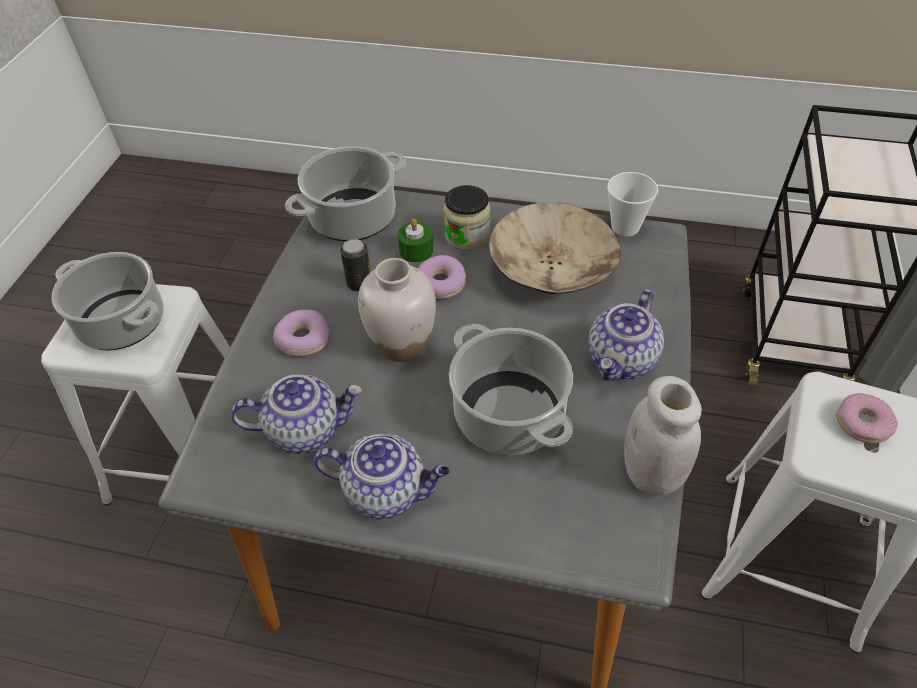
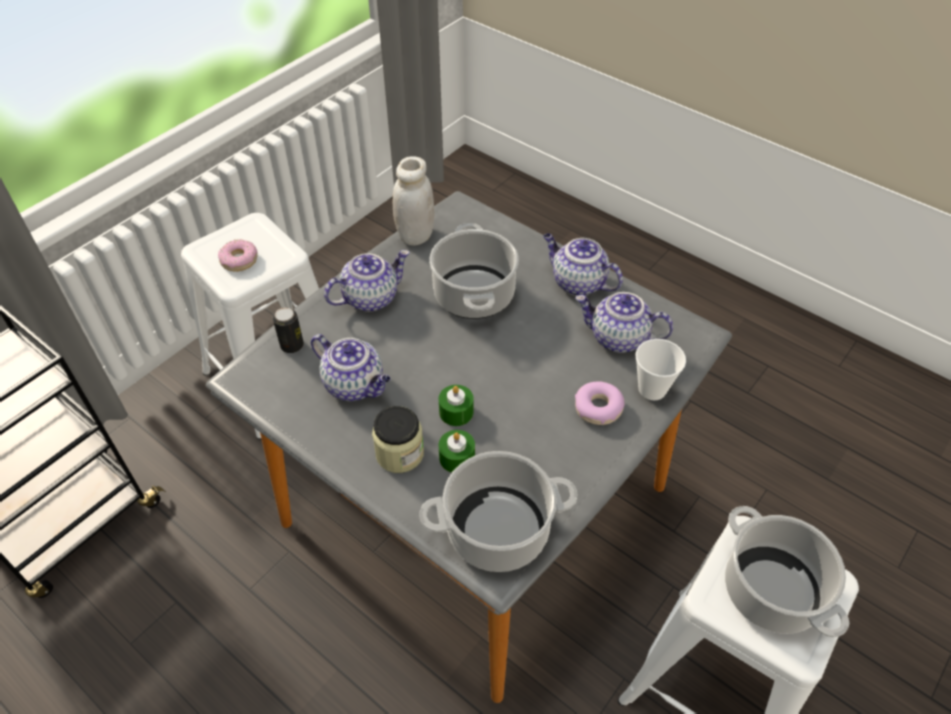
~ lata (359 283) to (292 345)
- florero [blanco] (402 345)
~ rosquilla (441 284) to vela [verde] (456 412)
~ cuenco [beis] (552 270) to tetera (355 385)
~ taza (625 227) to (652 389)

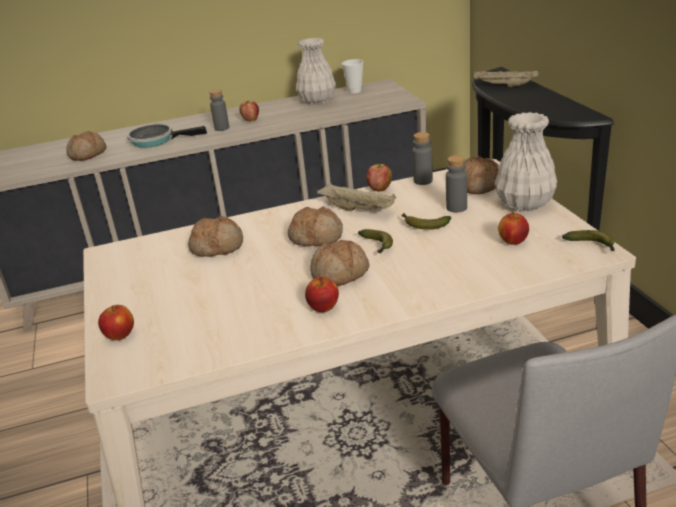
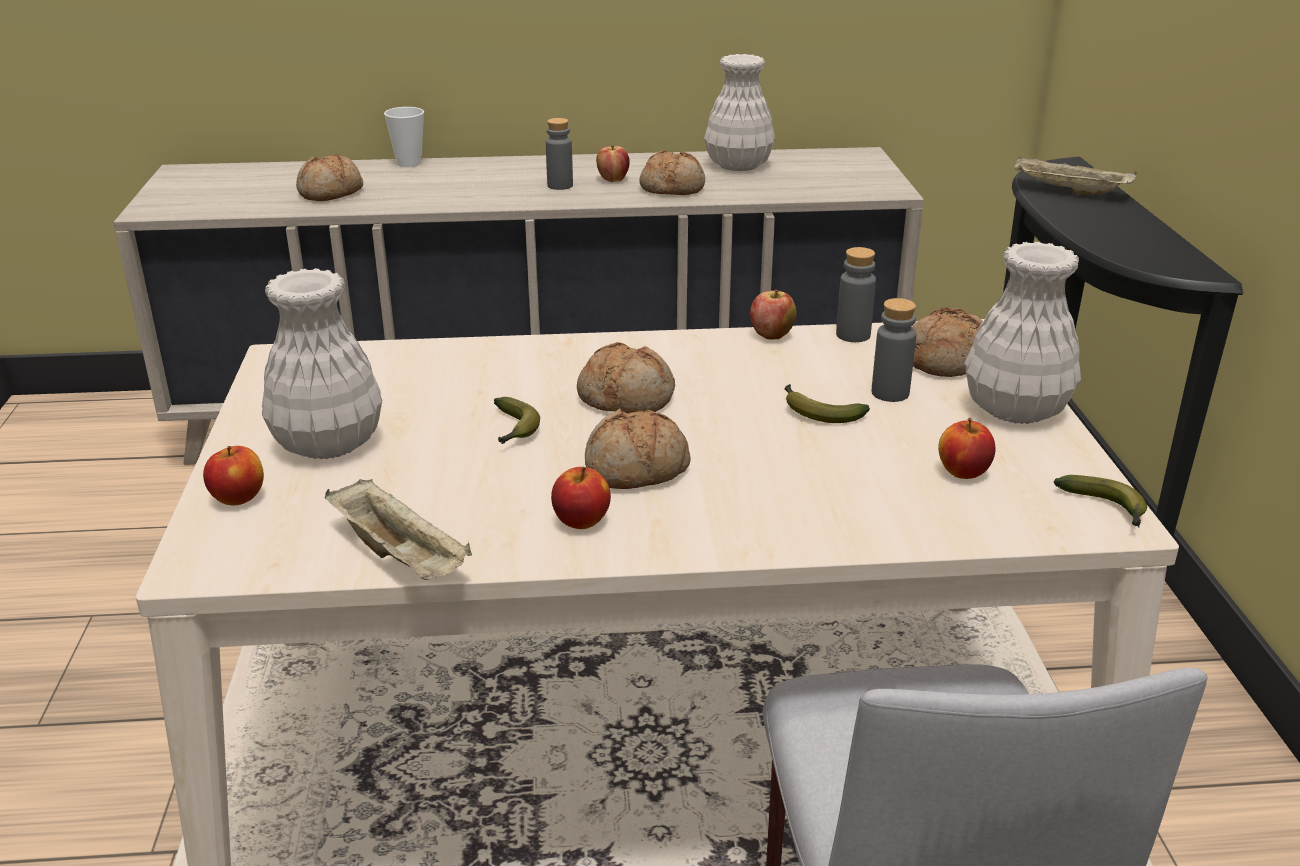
- sartén (156 140)
~ pan (217 246) to (673 188)
~ bandeja [beis] (358 209) to (401 556)
~ taza (354 91) to (409 163)
~ plátano (377 246) to (513 430)
+ florero [blanco] (328 444)

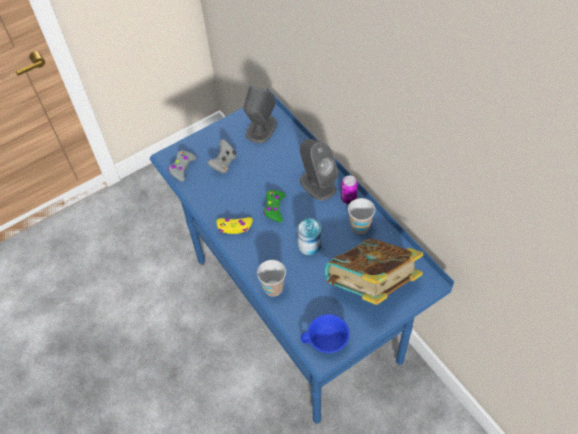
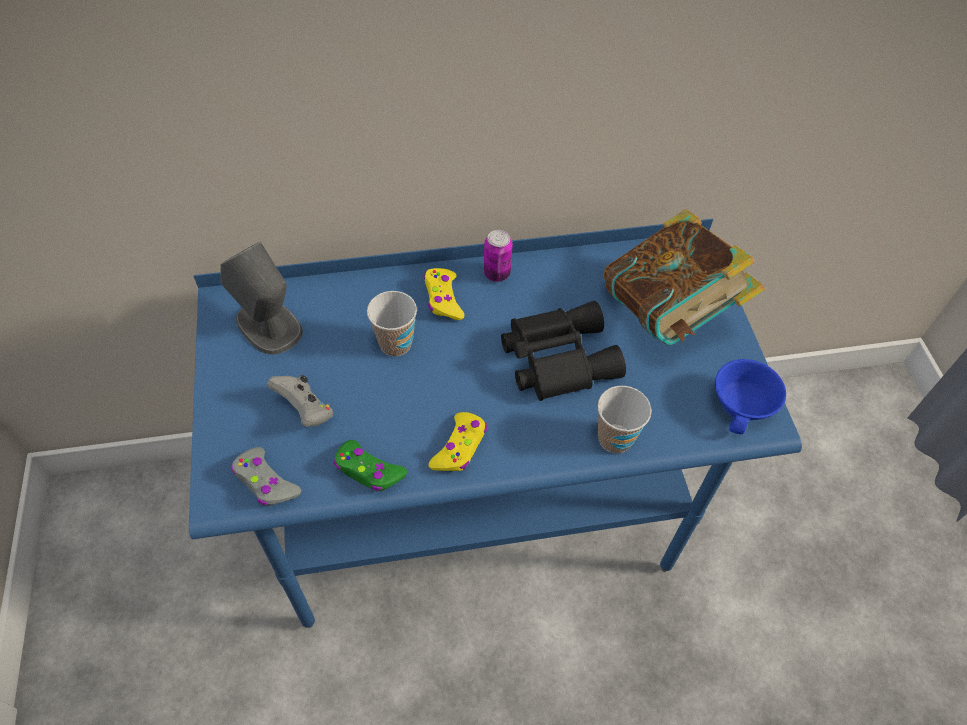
~ mando de consola [verde] (274 208) to (368 471)
~ lata (309 245) to prismáticos [negro] (556 357)
~ altavoz [gris] (317 184) to mando de consola [amarillo] (443 299)
~ taza (360 226) to (395 344)

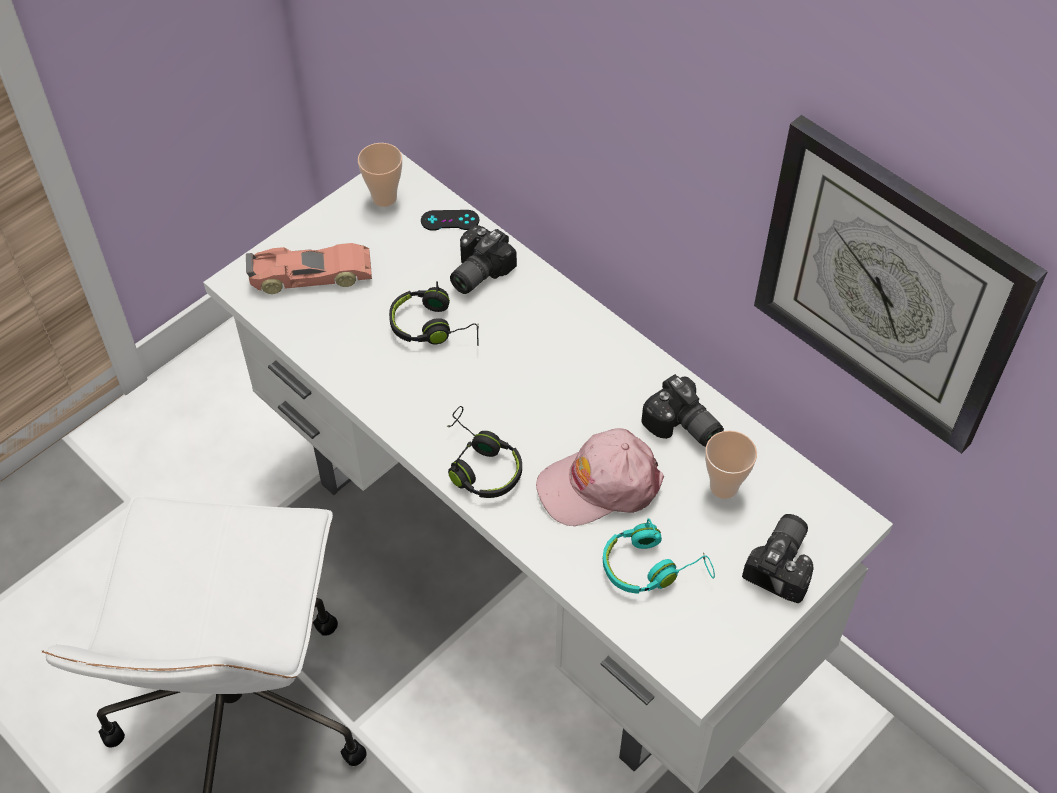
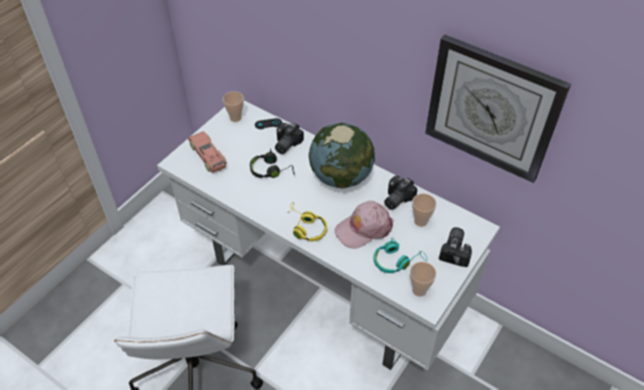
~ coche de juguete (311 275) = (208 155) 105 degrees counterclockwise
~ auriculares [negro] (479 464) to auriculares [amarillo] (306 227)
~ cámara (682 427) = (395 198) 90 degrees clockwise
+ globo terráqueo (341 177)
+ taza (419 290)

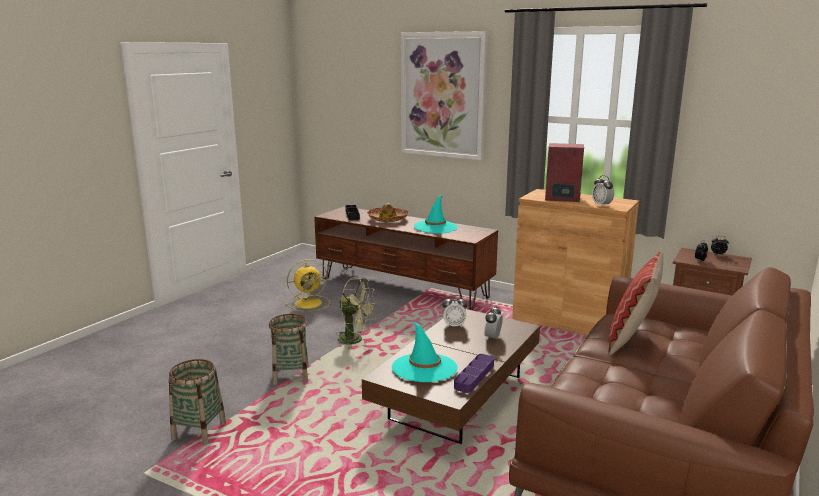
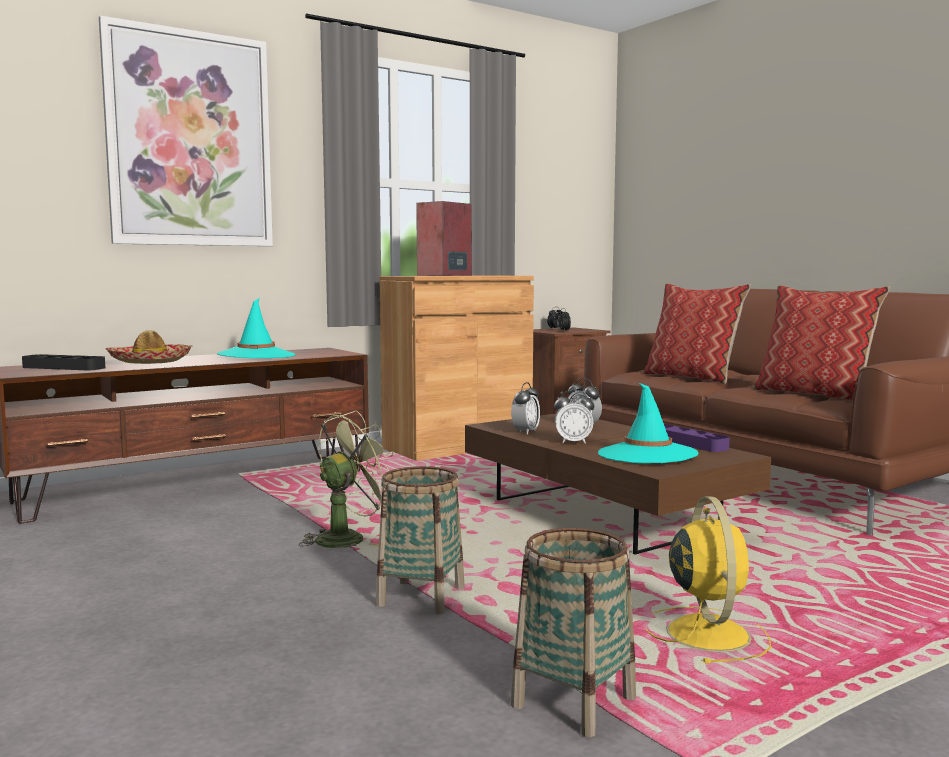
~ ventilador [amarillo] (310 303) to (706 632)
~ despertador (601 205) to (573 442)
+ cojín (814 394)

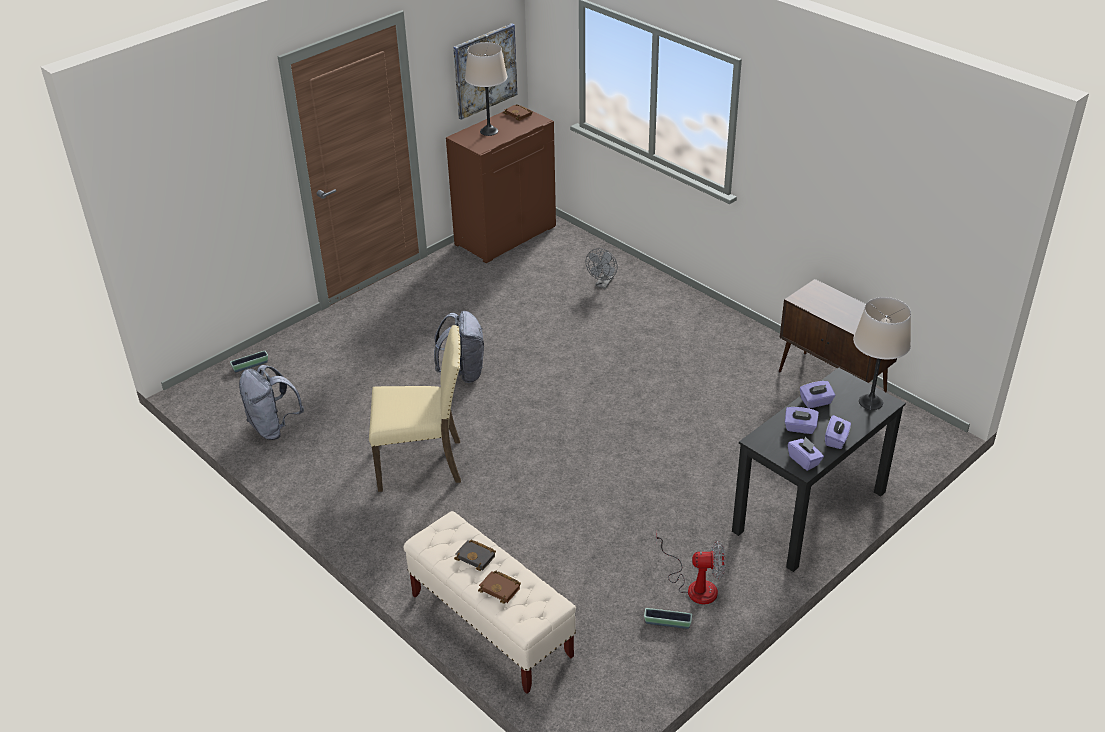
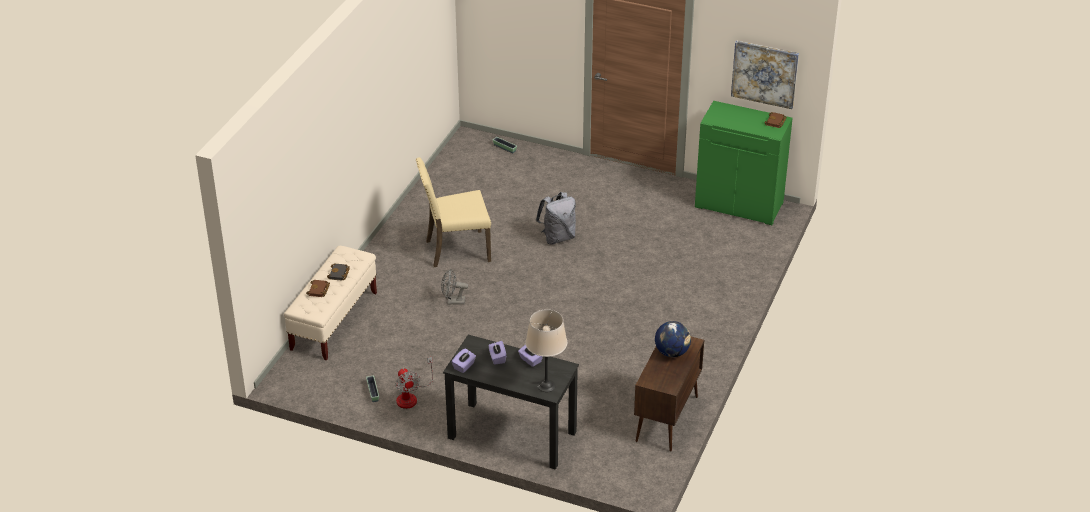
- mochila [gris] (274 427)
~ silla [beis] (422 463) = (456 250) 105 degrees clockwise
~ armario [marrón] (505 235) to armario [verde] (739 204)
- lámpara de mesa [beis] (489 131)
~ ventilador [gris] (603 284) to (453 301)
- caja de pañuelos [morado] (836 440)
+ globo terráqueo (672 352)

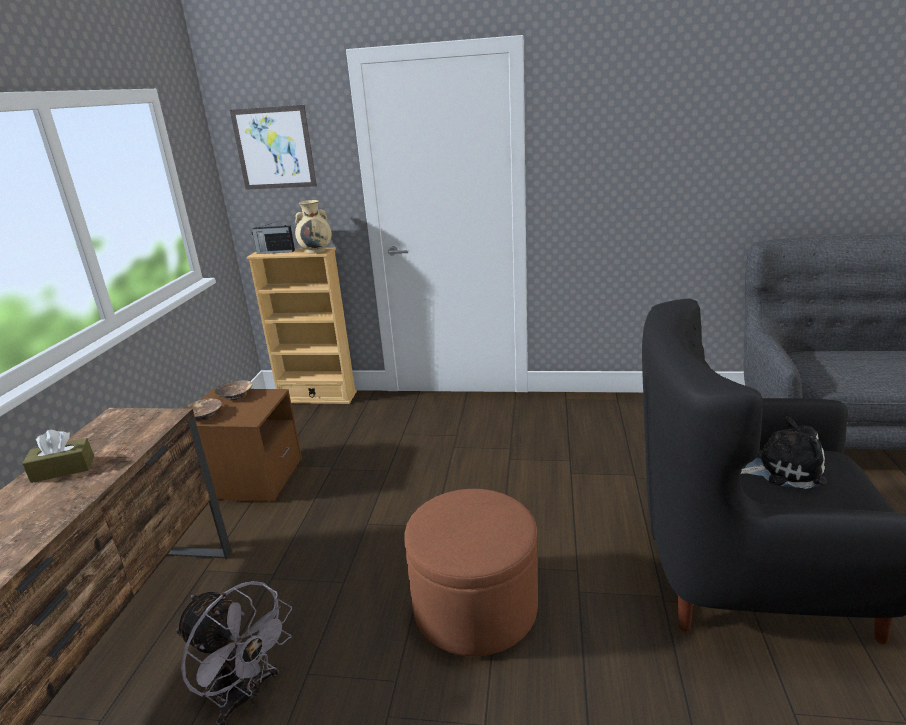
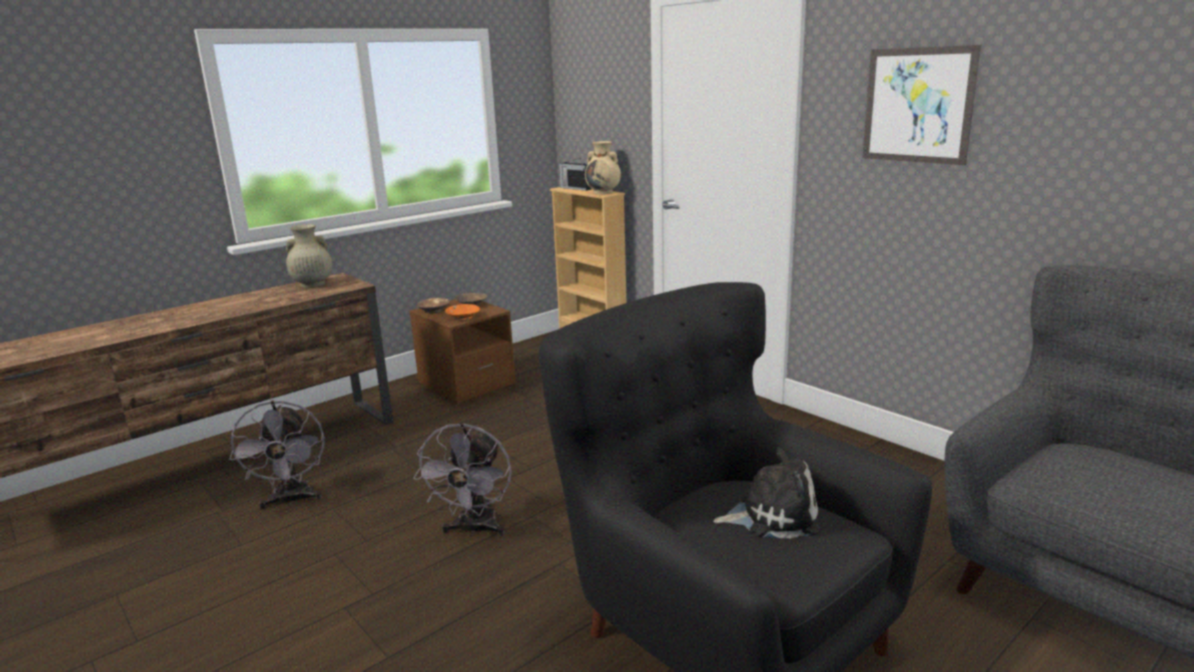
- caja de pañuelos [marrón] (63 469)
~ cuadro (274 148) to (918 105)
~ puf [marrón] (475 606) to ventilador [gris] (474 530)
~ peluche (782 469) = (772 516) 45 degrees counterclockwise
+ florero [beis] (312 284)
+ cuenco [naranja] (462 317)

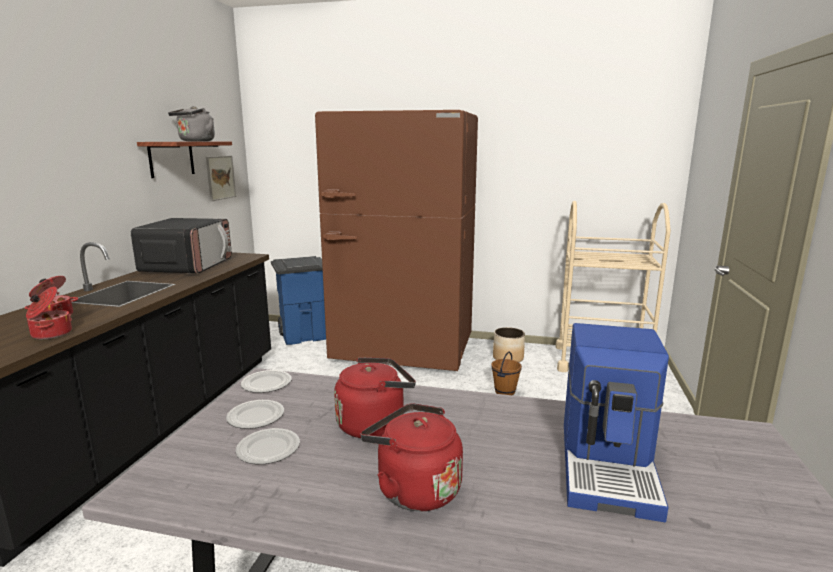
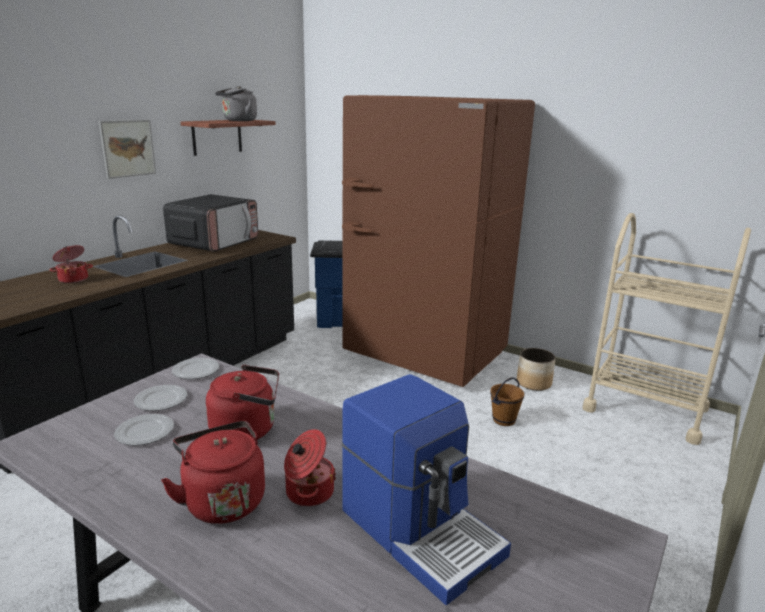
~ olla (50 334) to (308 492)
~ cuadro (220 177) to (128 148)
~ cafetera (609 466) = (421 530) 75 degrees counterclockwise

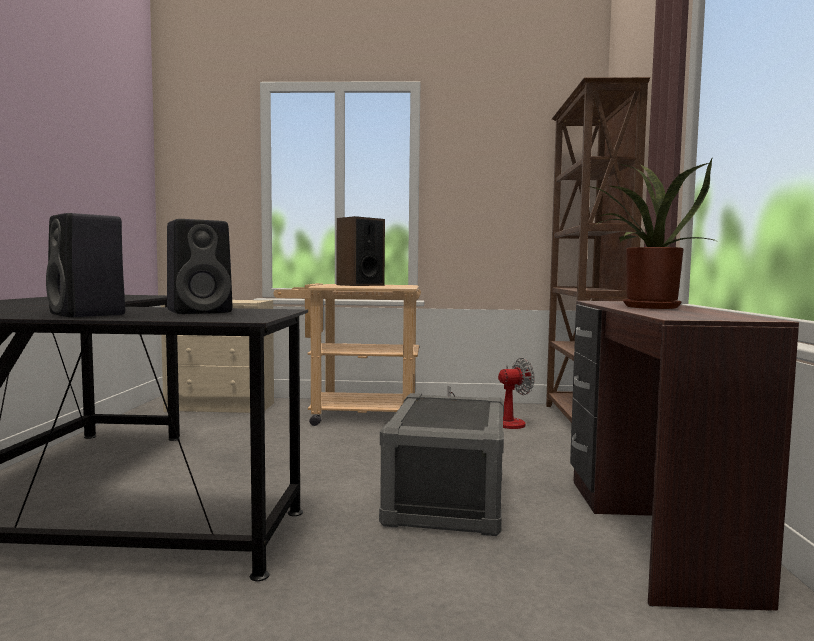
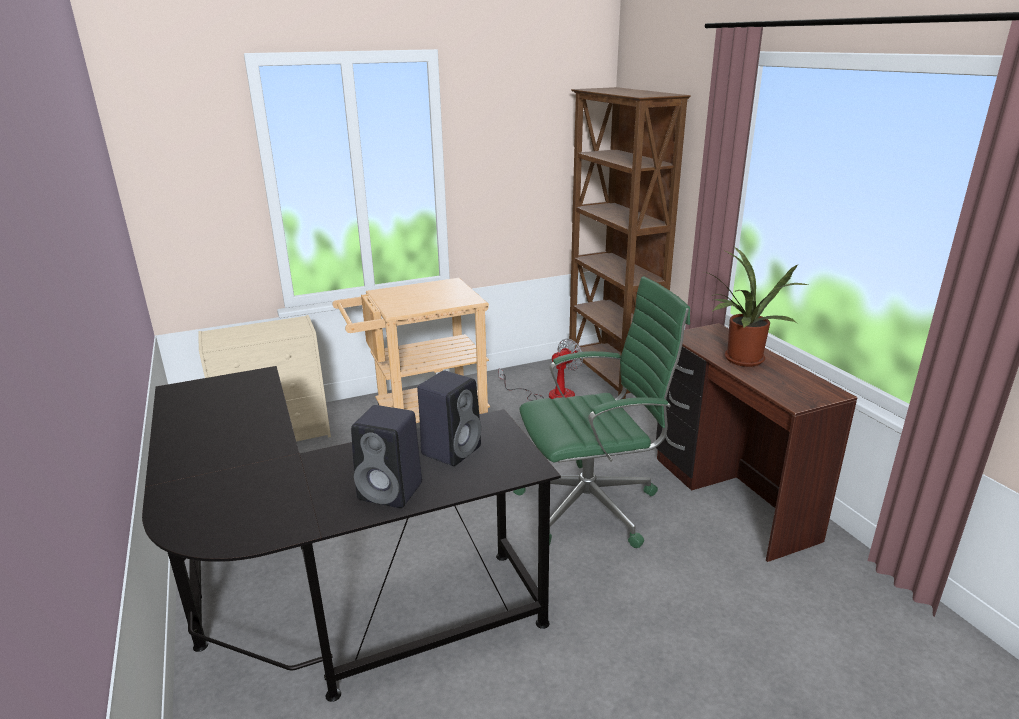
- altavoz (360 285)
~ caja de almacenaje [gris] (448 499) to silla de oficina [verde] (592 506)

